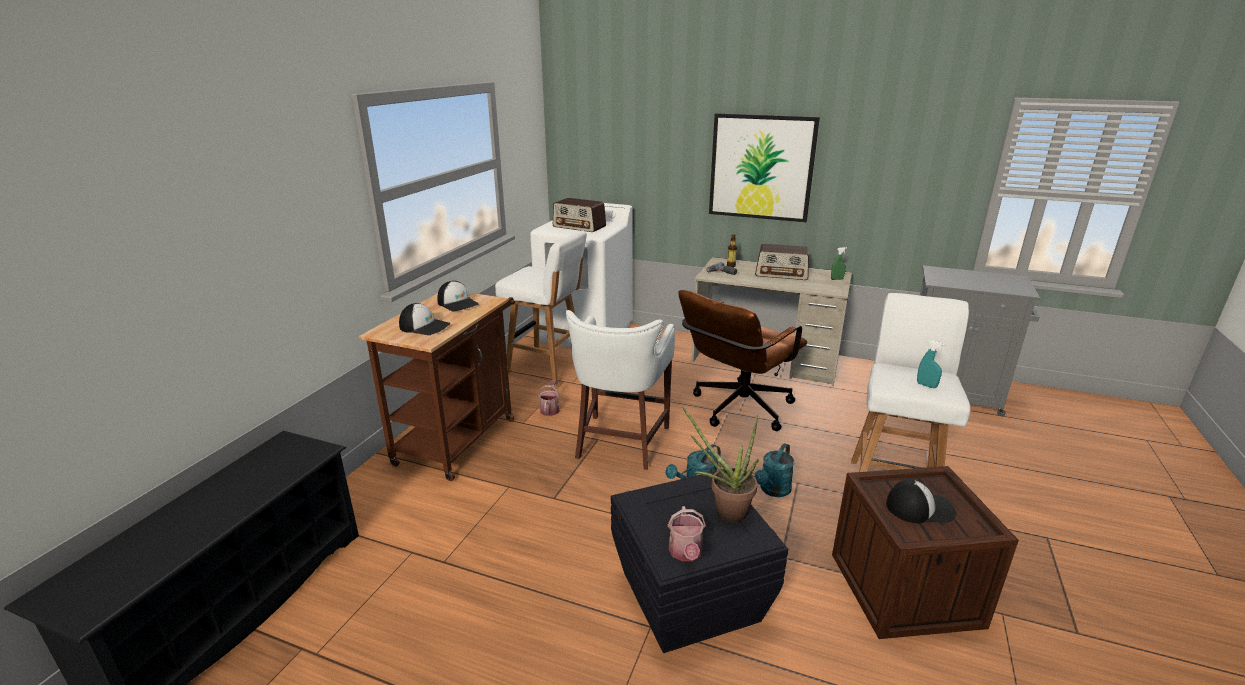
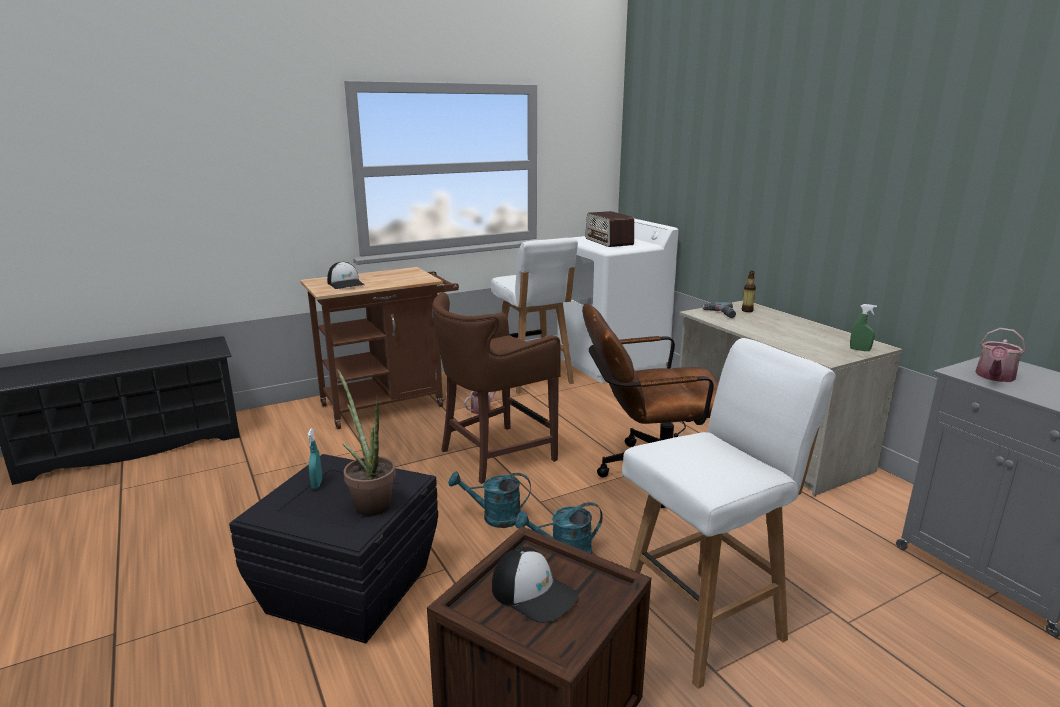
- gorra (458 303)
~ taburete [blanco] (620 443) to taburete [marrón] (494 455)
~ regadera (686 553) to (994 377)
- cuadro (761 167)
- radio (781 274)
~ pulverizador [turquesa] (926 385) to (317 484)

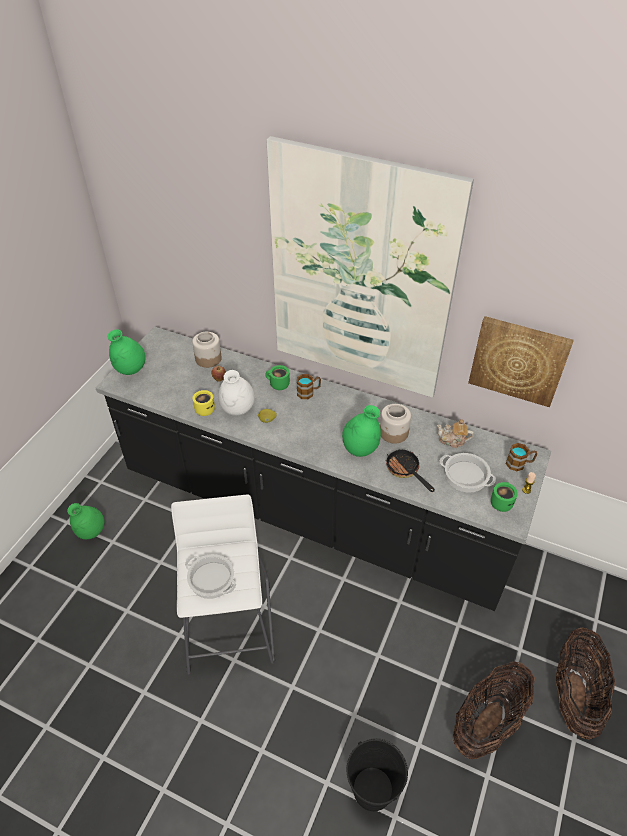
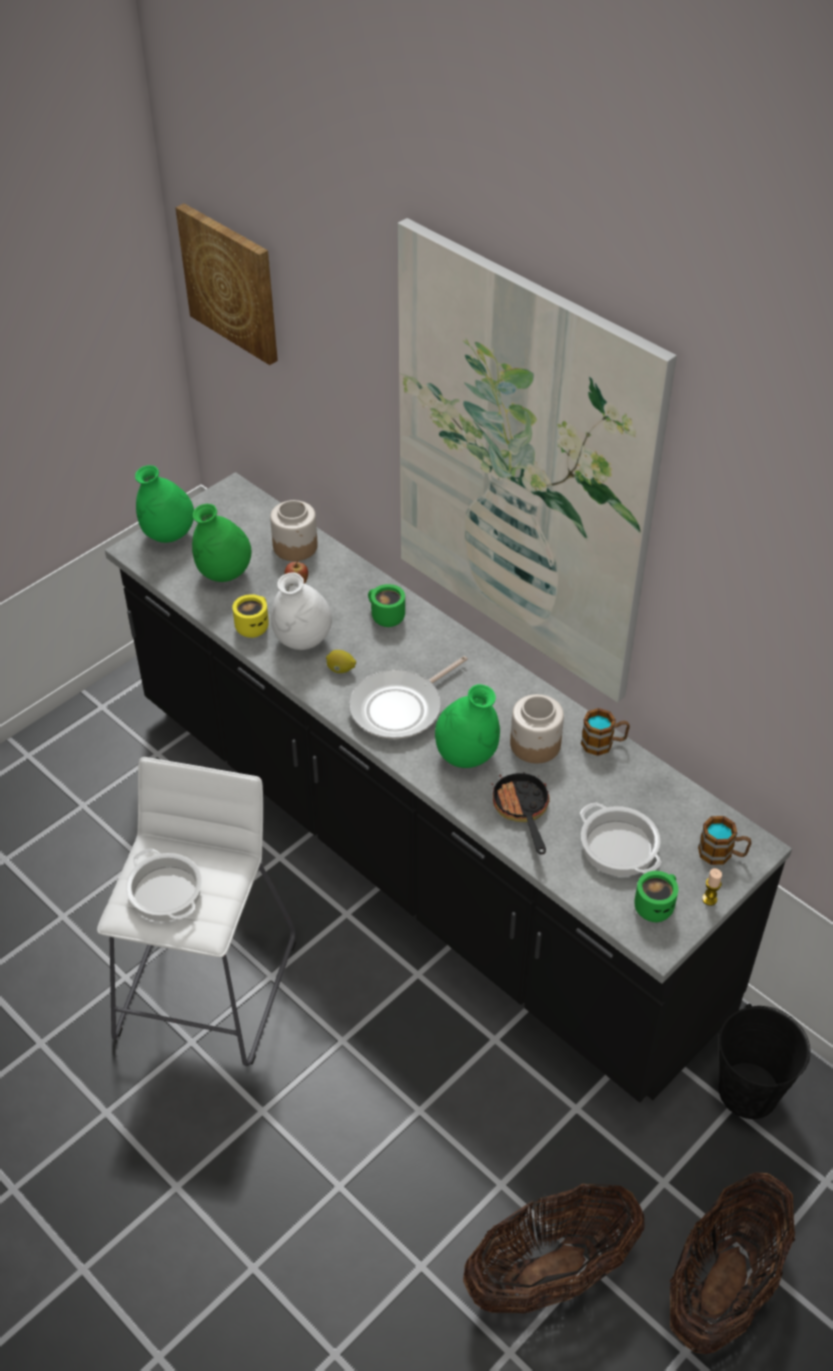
~ florero [verde] (91 532) to (224 574)
~ taza grande (308 392) to (603 743)
~ cubo [negro] (372 789) to (748 1092)
- tetera (452 440)
~ cuadro (518 360) to (231 282)
+ sartén (400 708)

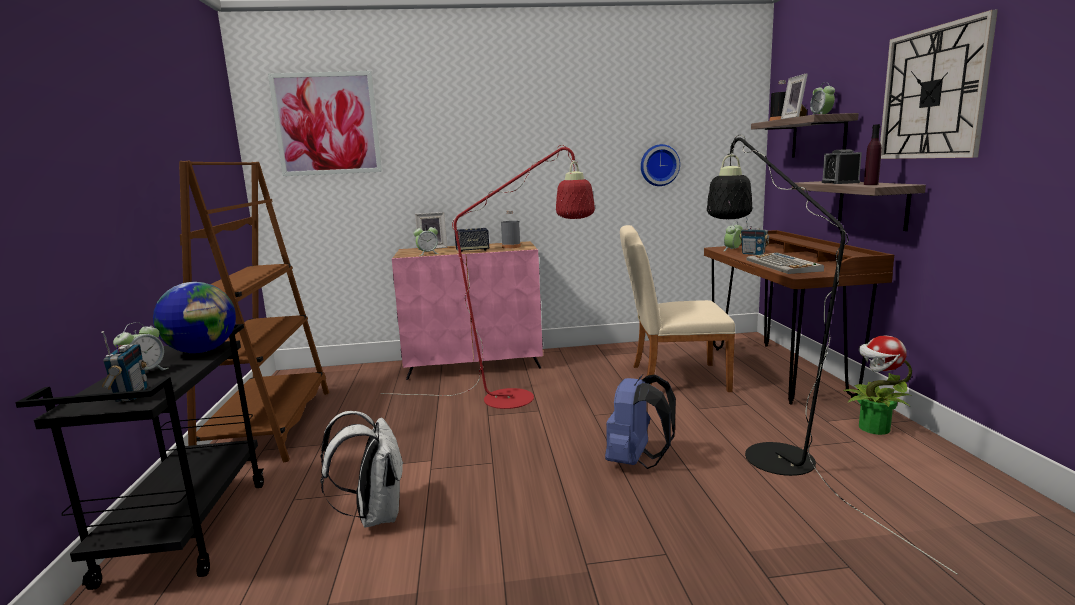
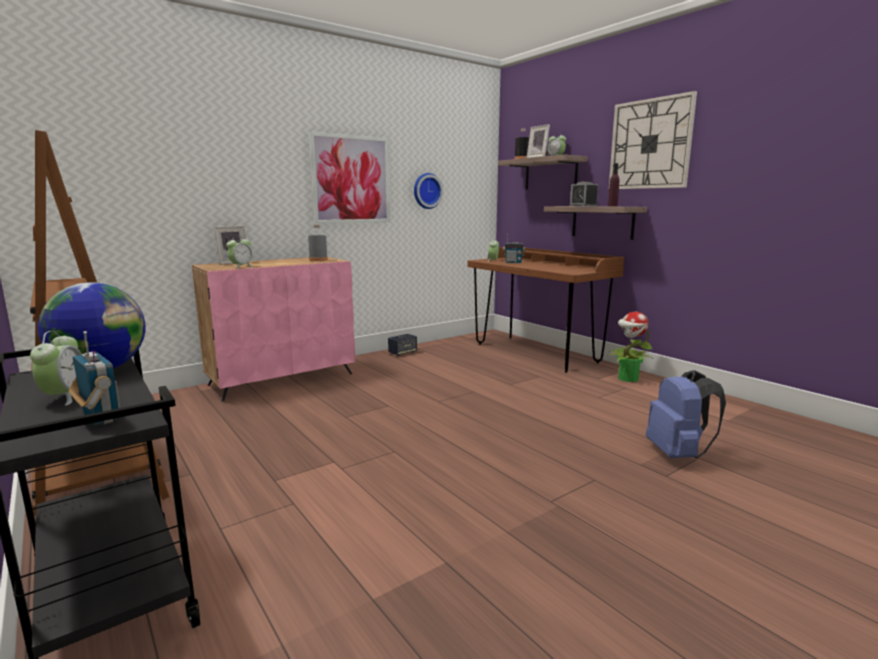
~ cuadro (327 124) to (351 179)
- mochila [blanco] (374 515)
- lámpara de pie [rojo] (522 398)
~ altavoz (472 250) to (402 353)
~ mochila [azul] (636 461) to (678 454)
- silla [beis] (671 378)
- lámpara de pie [negro] (766 450)
- teclado (783 265)

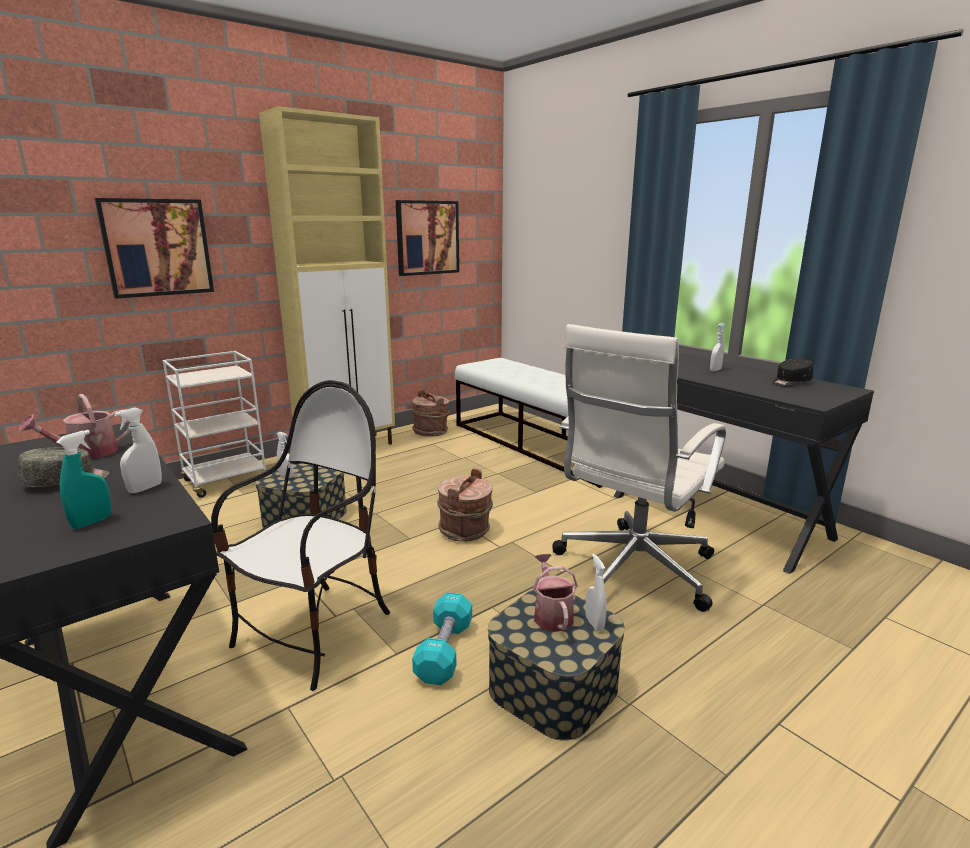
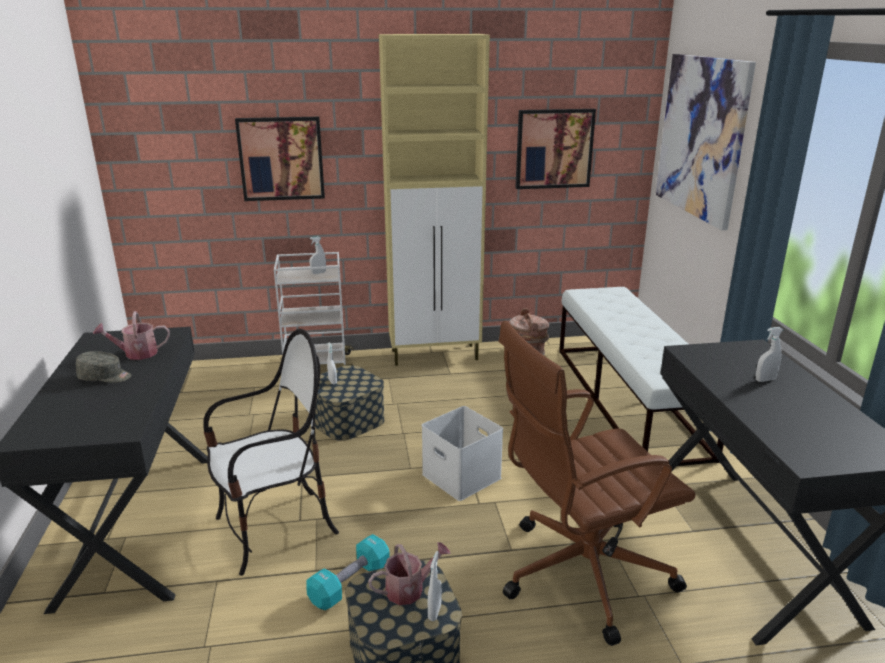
- pulverizador [turquesa] (92 522)
~ pulverizador [blanco] (145 488) to (318 273)
~ cubo [marrón] (465 530) to caja de almacenaje [blanco] (463 476)
~ regadera (551 614) = (409 589) 45 degrees clockwise
~ silla de oficina [blanco] (632 571) to silla de oficina [marrón] (580 574)
- gorra [negro] (790 382)
+ cuadro (701 137)

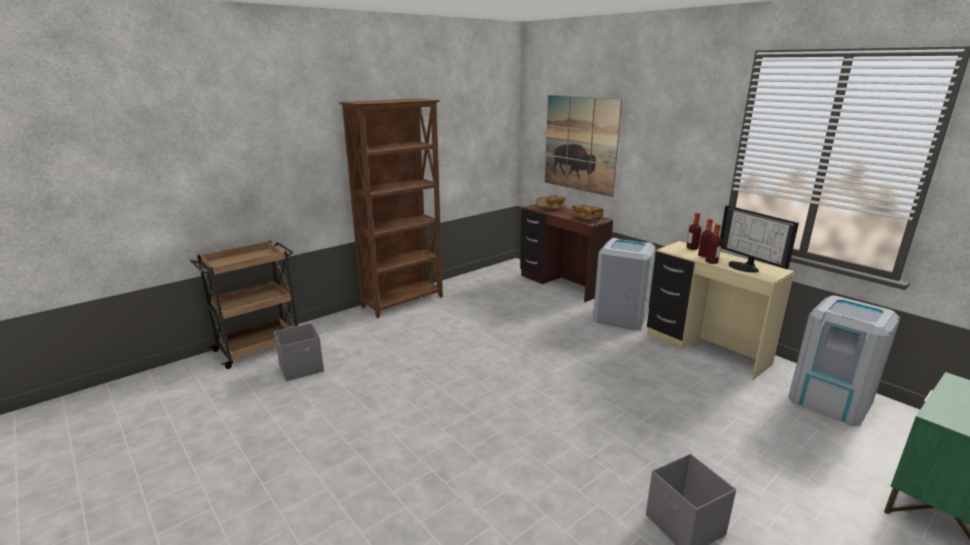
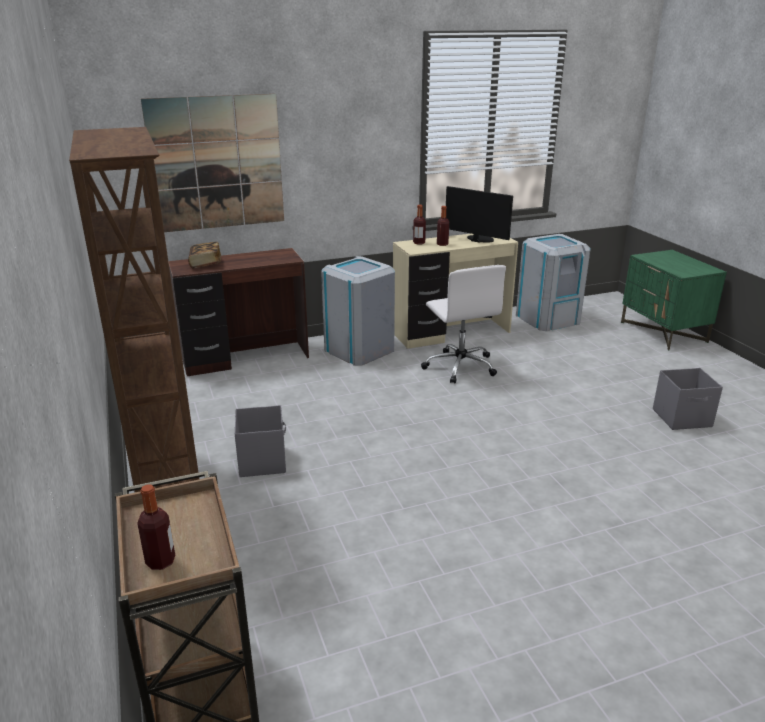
~ caja de almacenaje [gris] (302 368) to (263 461)
- libro (586 218)
~ botella (711 262) to (160 561)
~ monitor (745 266) = (478 239) 135 degrees counterclockwise
+ silla de oficina [blanco] (460 366)

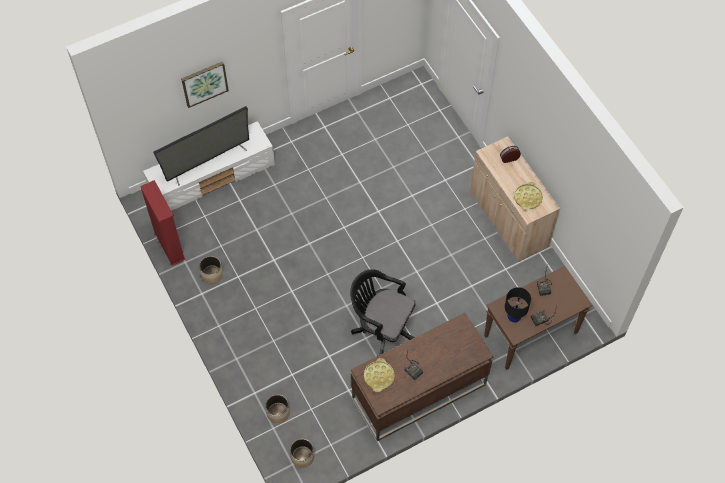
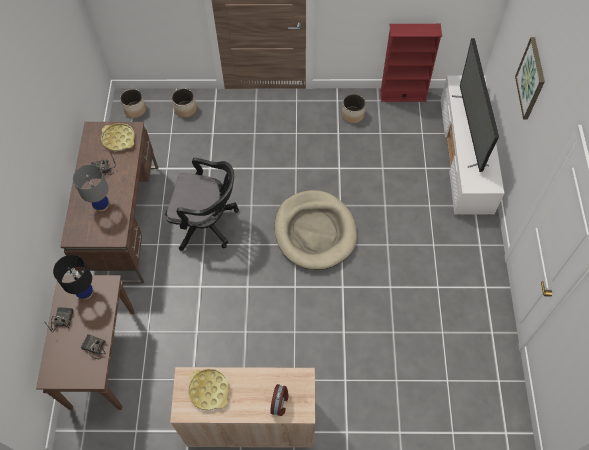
~ silla de oficina [negro] (381 328) = (207 223) 45 degrees clockwise
+ lámpara de mesa [gris] (101 205)
+ cama para perro [beis] (315 231)

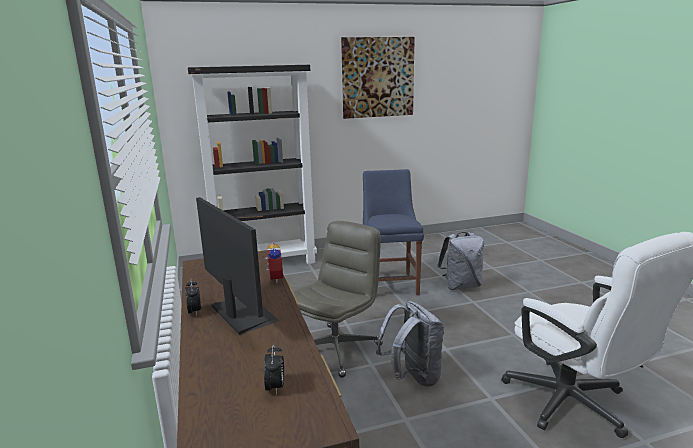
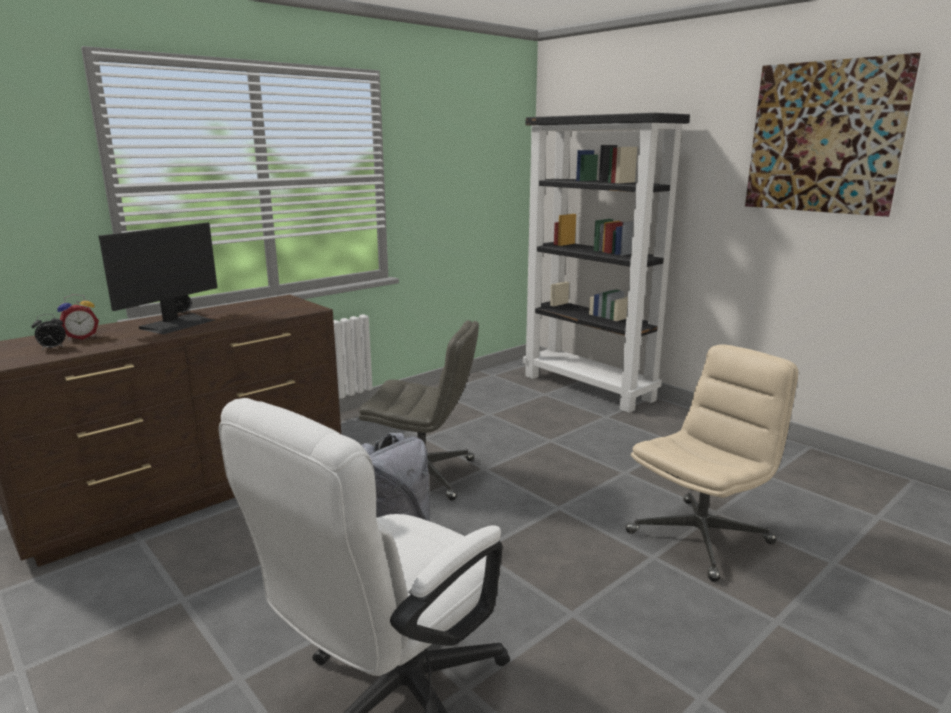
~ despertador (273 279) to (81 337)
- silla [azul] (390 283)
~ mochila [gris] (461 286) to silla de oficina [beis] (700 537)

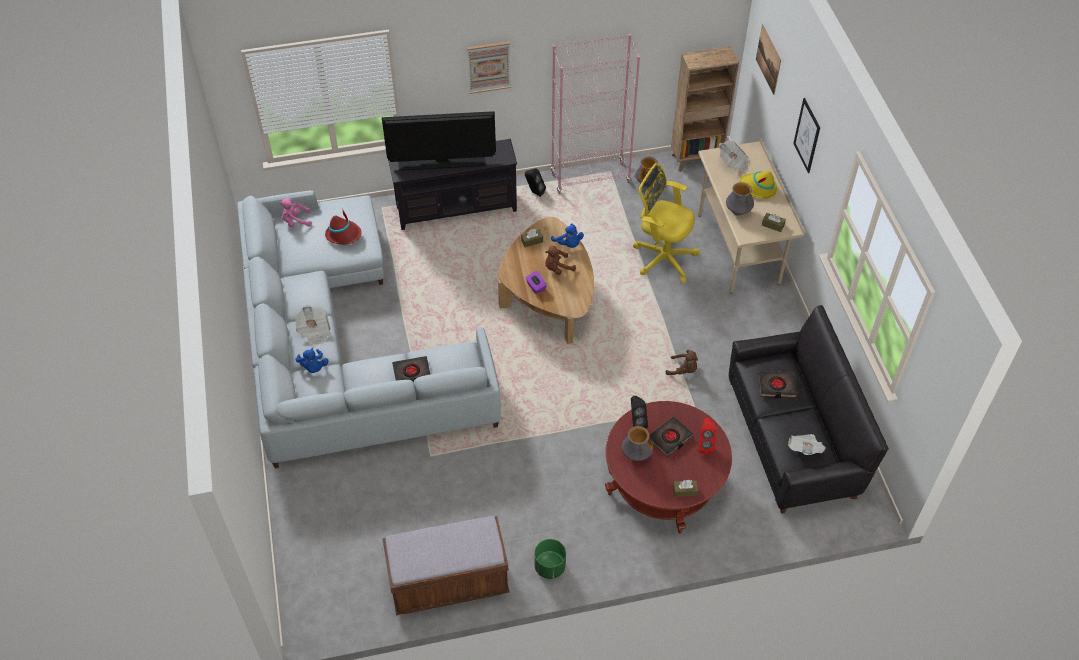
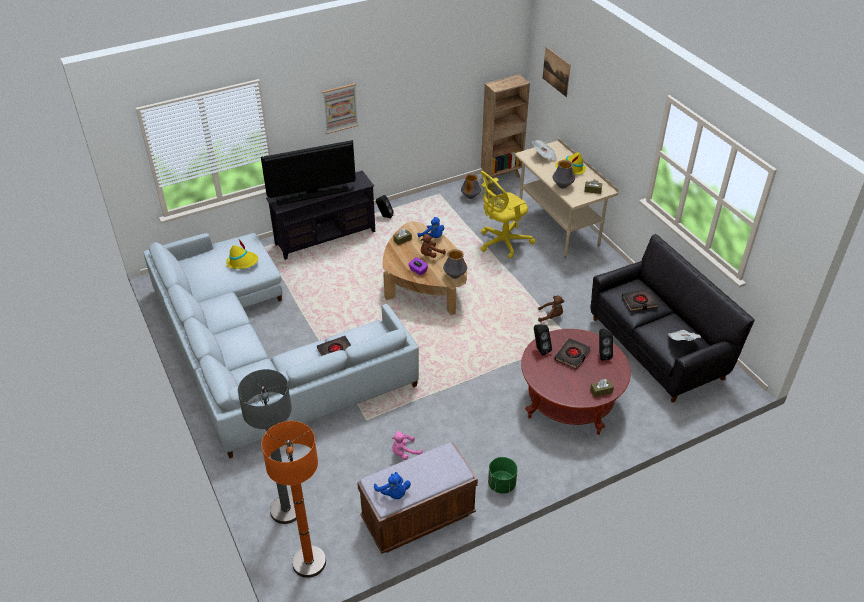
~ peluche [rosa] (296 221) to (404 453)
- periódico (314 331)
~ peluche [azul] (313 367) to (393 493)
~ sombrero [rojo] (344 234) to sombrero [amarillo] (242 262)
- estantería [rosa] (590 178)
~ florero (636 455) to (454 276)
~ silla de oficina [amarillo] (662 257) = (502 243) 45 degrees counterclockwise
~ altavoz [rojo] (705 445) to altavoz [negro] (602 354)
- cuadro (807 135)
+ lámpara de pie [gris] (286 510)
+ lámpara de pie [naranja] (309 562)

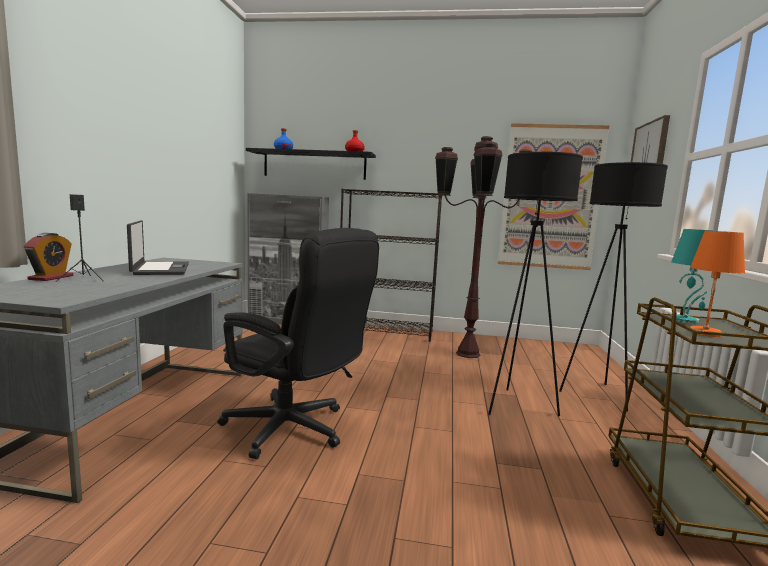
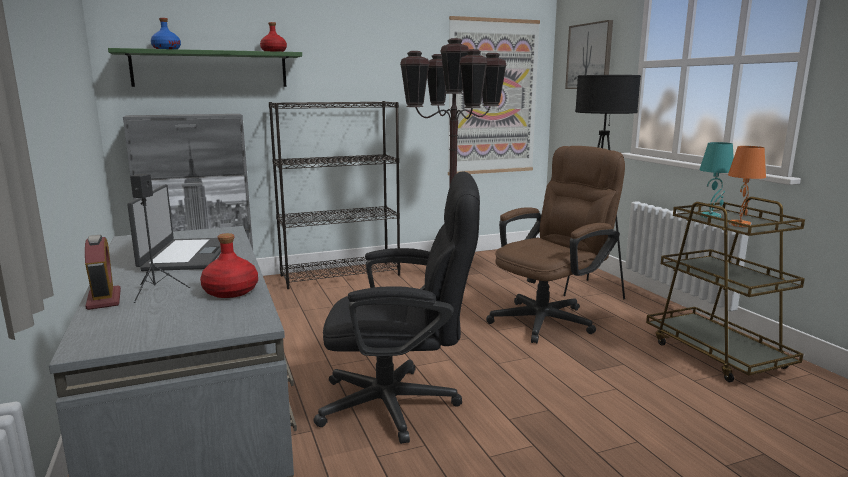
~ portátil (160 269) = (185 255) 45 degrees clockwise
~ estante [negro] (314 165) to estante [verde] (211 69)
~ lámpara de pie [negro] (517 406) to silla de oficina [marrón] (549 319)
+ botella [rojo] (231 291)

